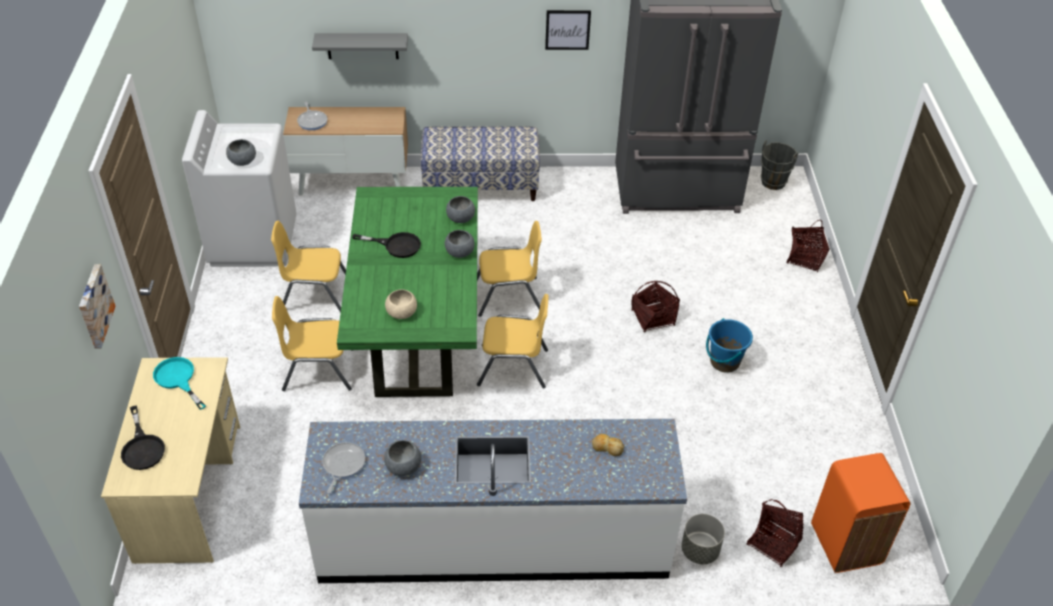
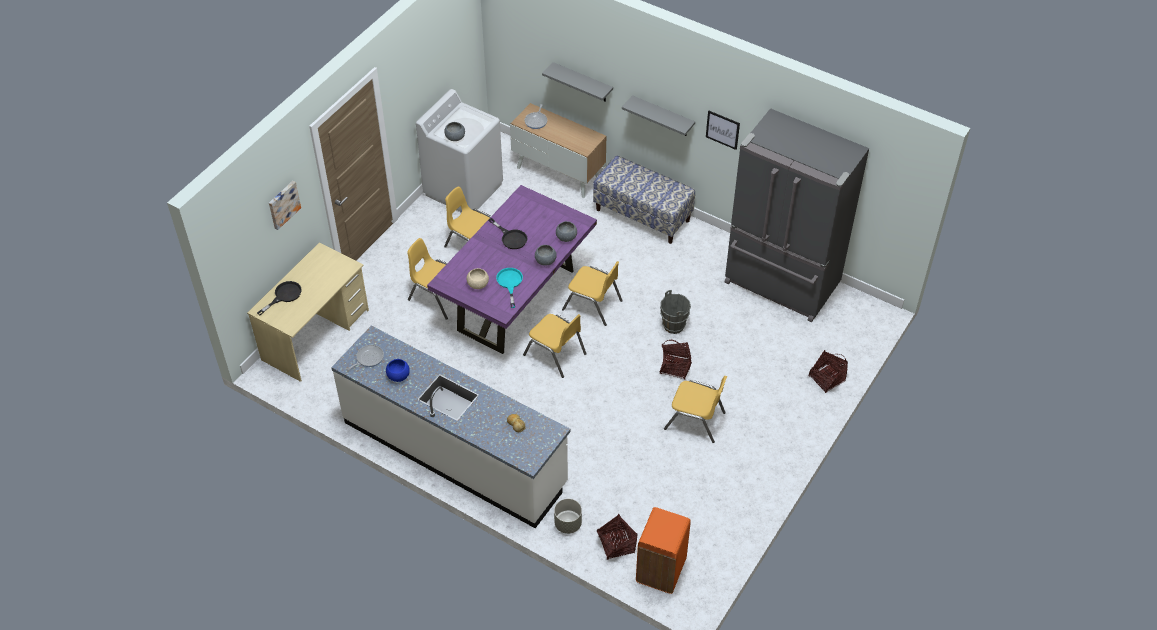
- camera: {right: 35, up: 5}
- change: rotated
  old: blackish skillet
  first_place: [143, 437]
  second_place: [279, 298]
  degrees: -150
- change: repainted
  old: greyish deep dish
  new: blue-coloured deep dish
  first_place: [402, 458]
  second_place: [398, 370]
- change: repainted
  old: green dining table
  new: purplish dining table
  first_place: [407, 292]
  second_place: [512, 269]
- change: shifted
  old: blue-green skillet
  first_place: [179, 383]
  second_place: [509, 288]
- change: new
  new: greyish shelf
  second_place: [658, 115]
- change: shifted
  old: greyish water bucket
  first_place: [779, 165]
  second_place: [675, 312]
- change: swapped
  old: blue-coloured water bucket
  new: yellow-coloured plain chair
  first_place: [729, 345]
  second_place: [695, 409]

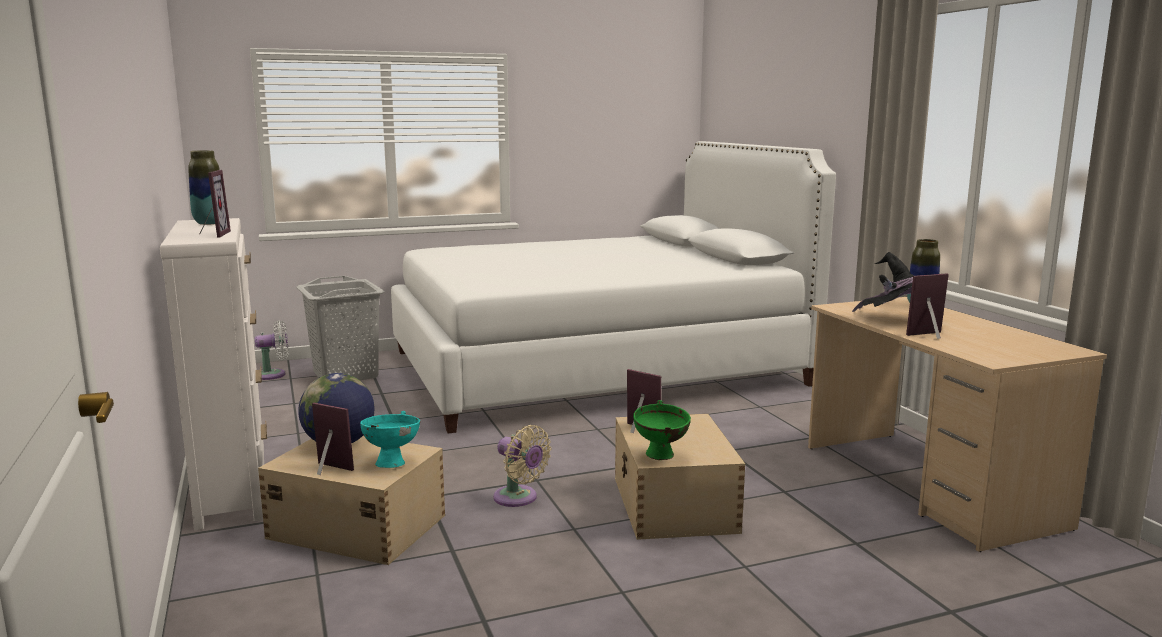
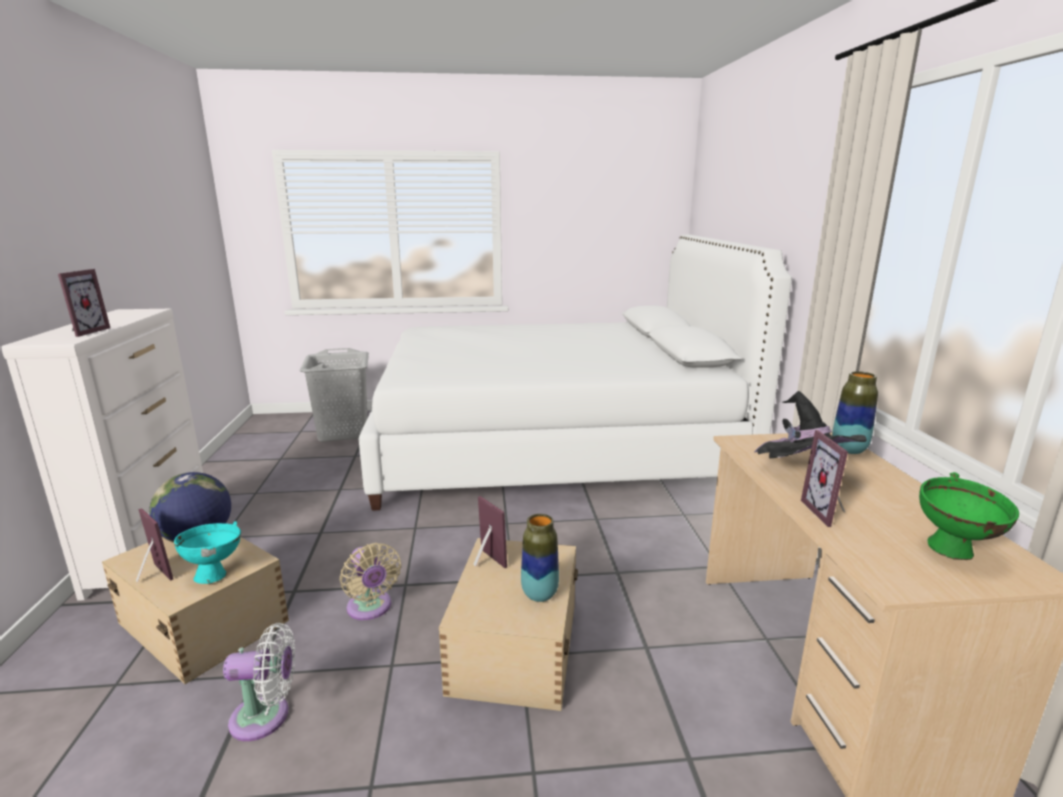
- camera: {right: 15, up: 5}
- change: shifted
  old: white cooling fan
  first_place: [271, 350]
  second_place: [259, 682]
- change: shifted
  old: decorative vase
  first_place: [204, 187]
  second_place: [540, 558]
- change: rotated
  old: standing frame
  first_place: [927, 306]
  second_place: [824, 478]
  degrees: -90
- change: shifted
  old: green deep dish
  first_place: [662, 430]
  second_place: [969, 516]

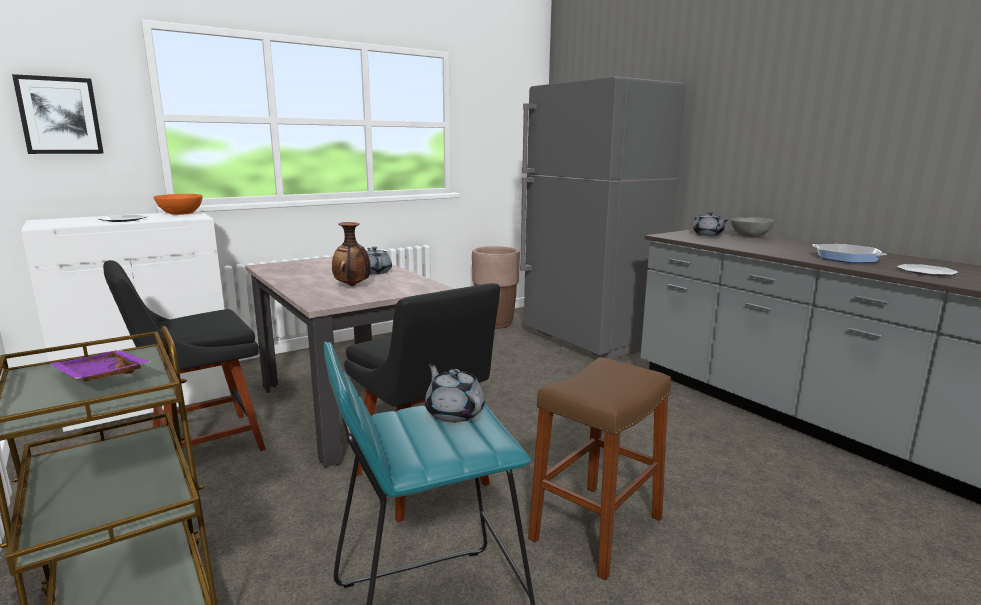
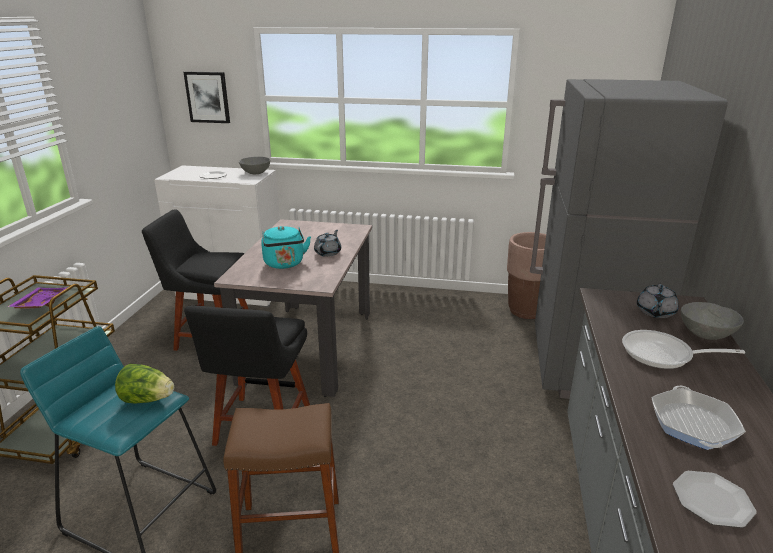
- camera: {right: 45, up: 10}
- change: swapped
  old: greyish pot for tea
  new: lettuce head
  first_place: [455, 393]
  second_place: [144, 384]
- change: repainted
  old: orangey deep dish
  new: greyish deep dish
  first_place: [178, 204]
  second_place: [254, 165]
- change: swapped
  old: decorative vase
  new: blue-green kettle
  first_place: [351, 254]
  second_place: [286, 247]
- change: new
  new: skillet
  second_place: [683, 349]

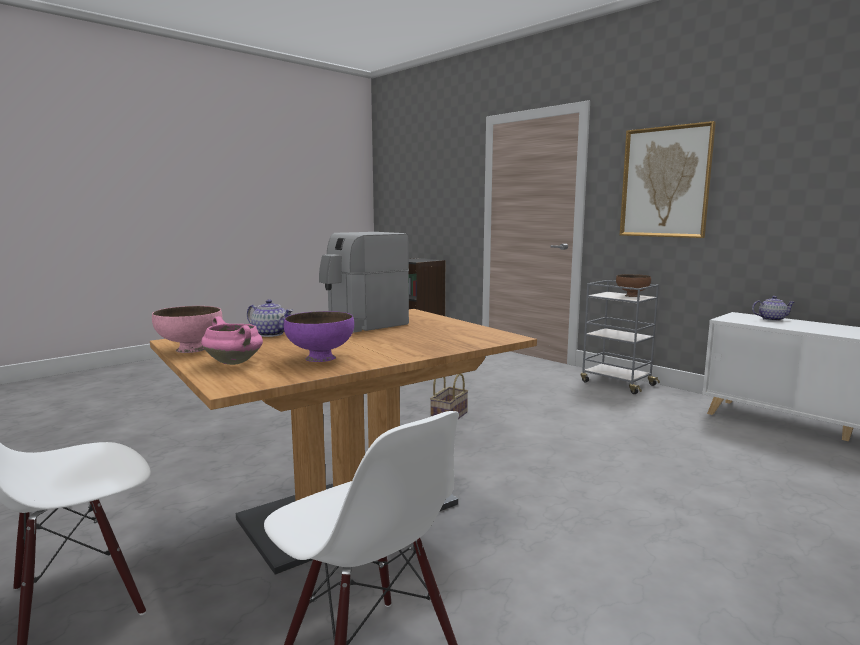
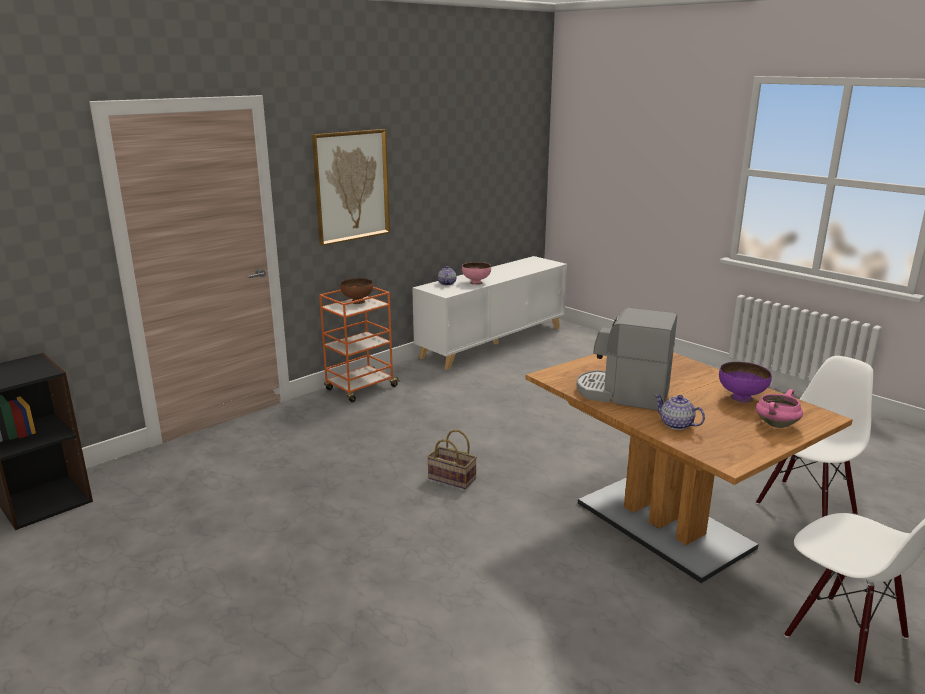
- camera: {right: -90, up: 10}
- change: repainted
  old: greyish trolley
  new: orangey trolley
  first_place: [620, 337]
  second_place: [359, 344]
- change: shifted
  old: pink-coloured deep dish
  first_place: [187, 329]
  second_place: [476, 273]
- change: rotated
  old: coffee maker
  first_place: [364, 282]
  second_place: [627, 359]
  degrees: 150
- change: rotated
  old: pot for tea
  first_place: [270, 318]
  second_place: [679, 412]
  degrees: -75

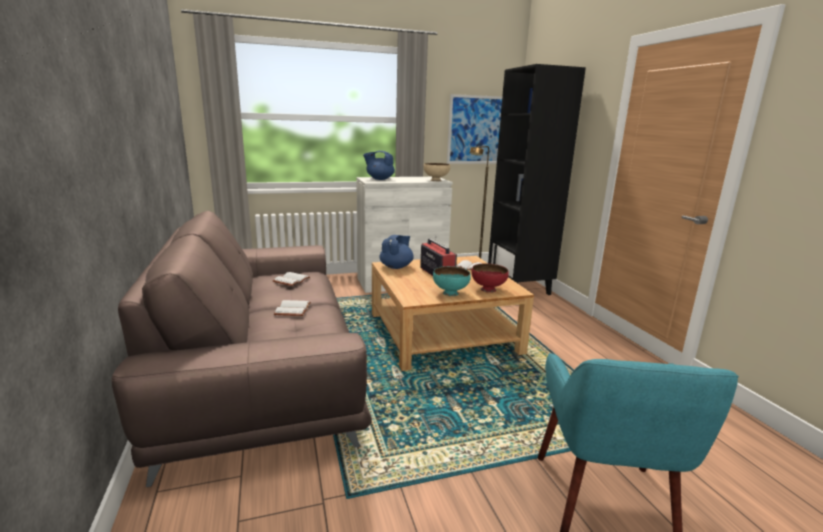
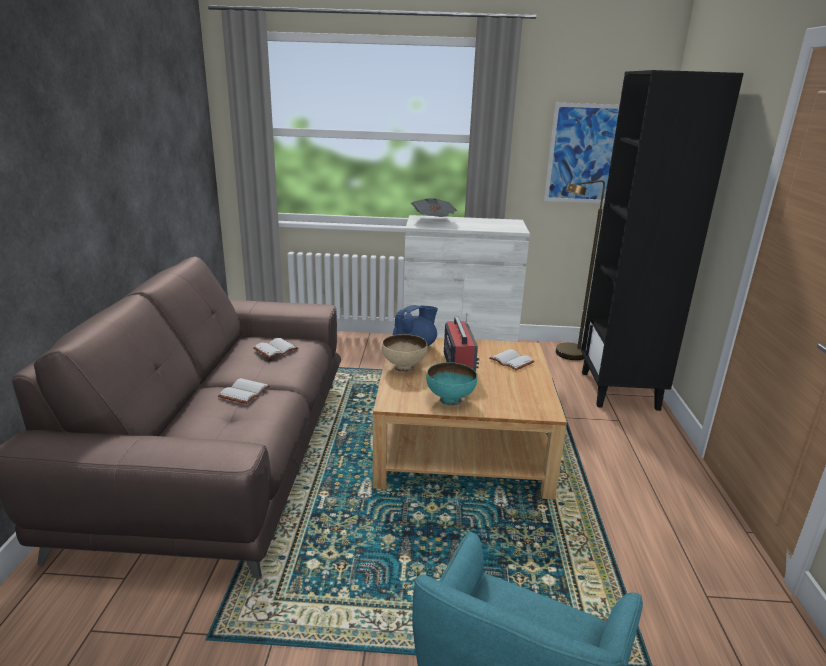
- camera: {right: 20, up: 5}
- change: shifted
  old: beige-coloured deep dish
  first_place: [436, 172]
  second_place: [405, 353]
- change: swapped
  old: blue-coloured pot for tea
  new: daily paper
  first_place: [379, 165]
  second_place: [434, 207]
- change: gone
  old: reddish deep dish
  first_place: [490, 278]

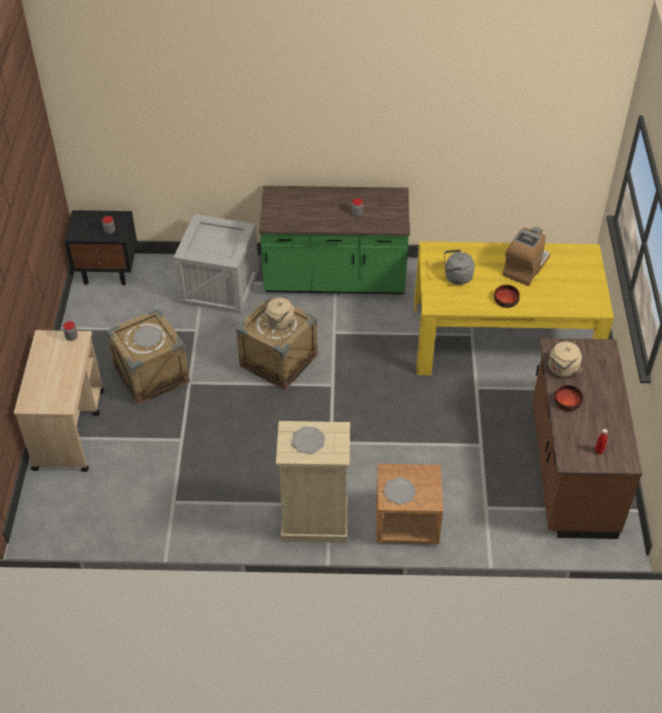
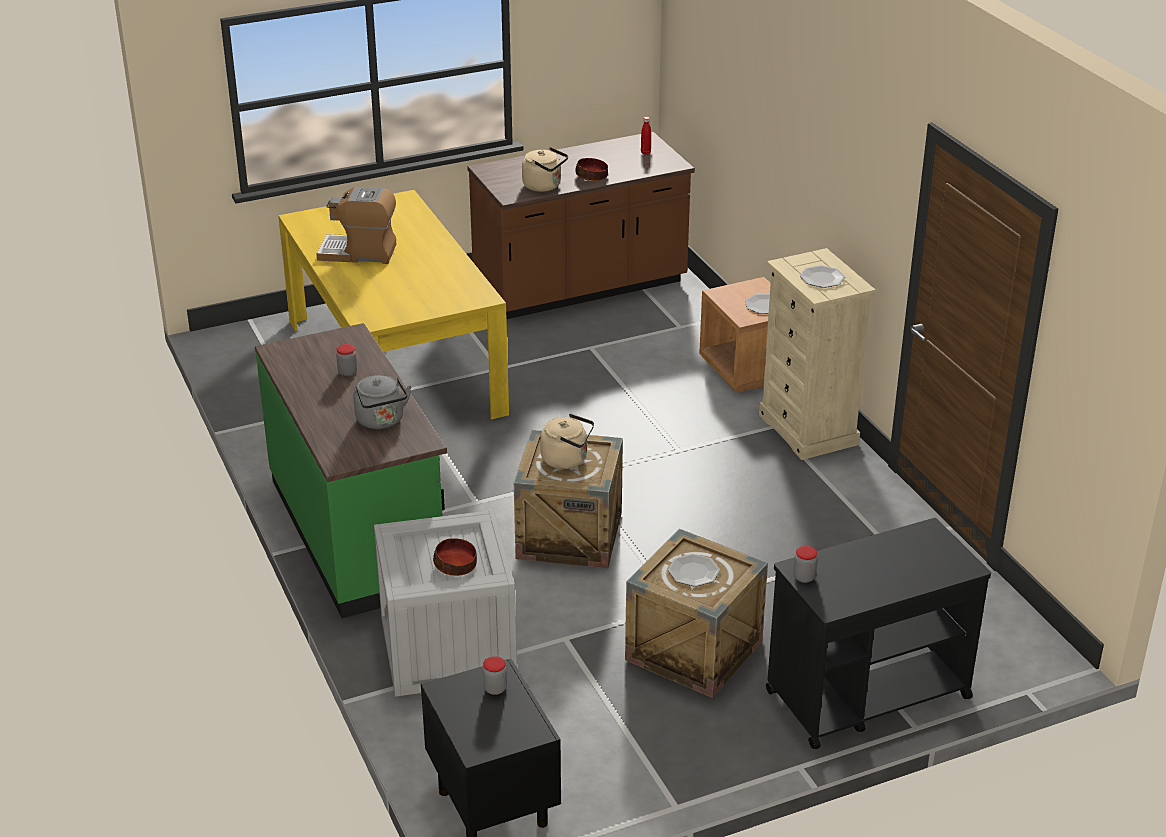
- camera: {right: -115, up: -15}
- change: shifted
  old: greyish kettle
  first_place: [459, 267]
  second_place: [382, 402]
- change: shifted
  old: deep dish
  first_place: [507, 296]
  second_place: [455, 557]
- change: repainted
  old: beige-coloured trolley
  new: blackish trolley
  first_place: [59, 401]
  second_place: [878, 633]

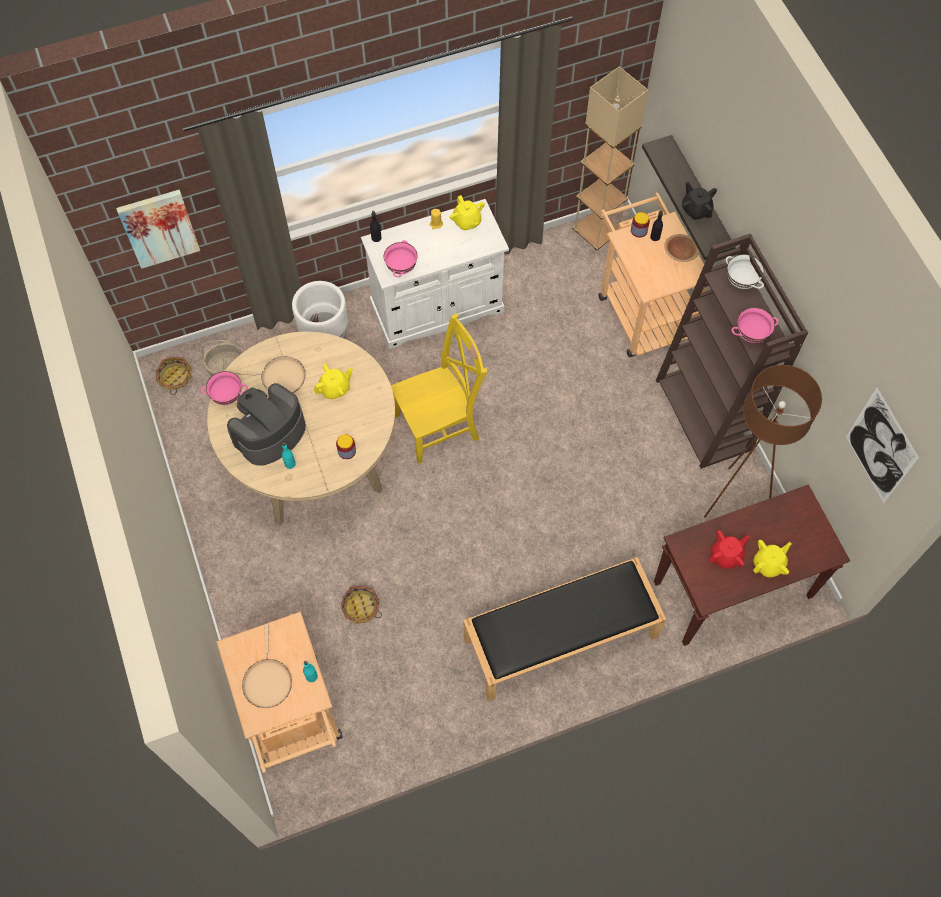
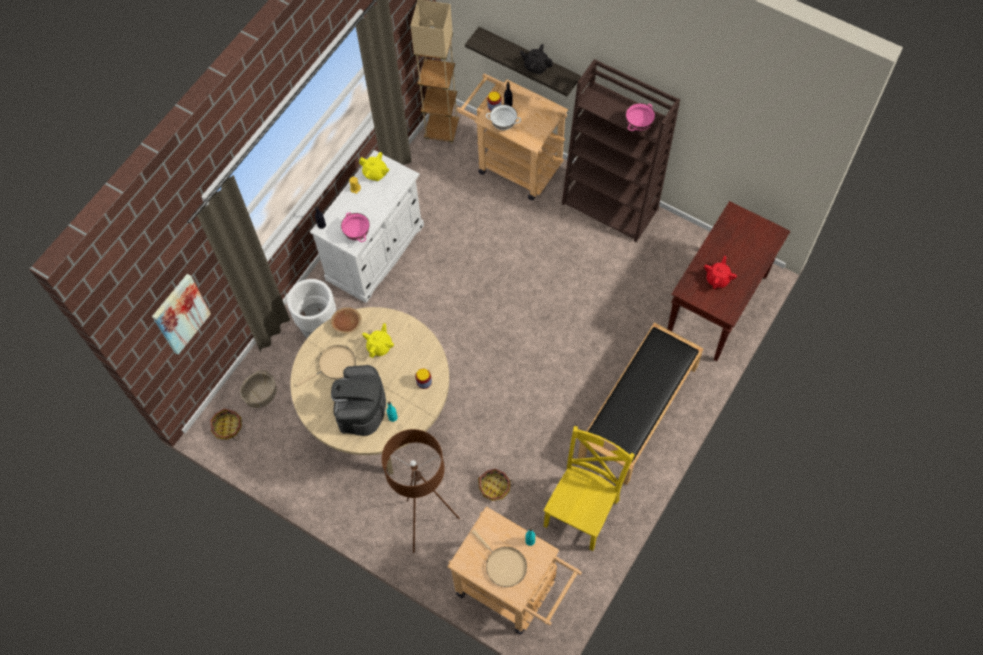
- camera: {right: -35, up: 0}
- change: shifted
  old: brown deep dish
  first_place: [681, 248]
  second_place: [346, 320]
- change: shifted
  old: brown standard lamp
  first_place: [763, 441]
  second_place: [421, 491]
- change: shifted
  old: white deep dish
  first_place: [745, 271]
  second_place: [503, 117]
- change: shifted
  old: yellow-coloured plain chair
  first_place: [439, 388]
  second_place: [589, 488]
- change: gone
  old: pink-coloured deep dish
  first_place: [224, 388]
- change: gone
  old: yellow-coloured pot for tea
  first_place: [772, 558]
- change: gone
  old: wall picture
  first_place: [882, 445]

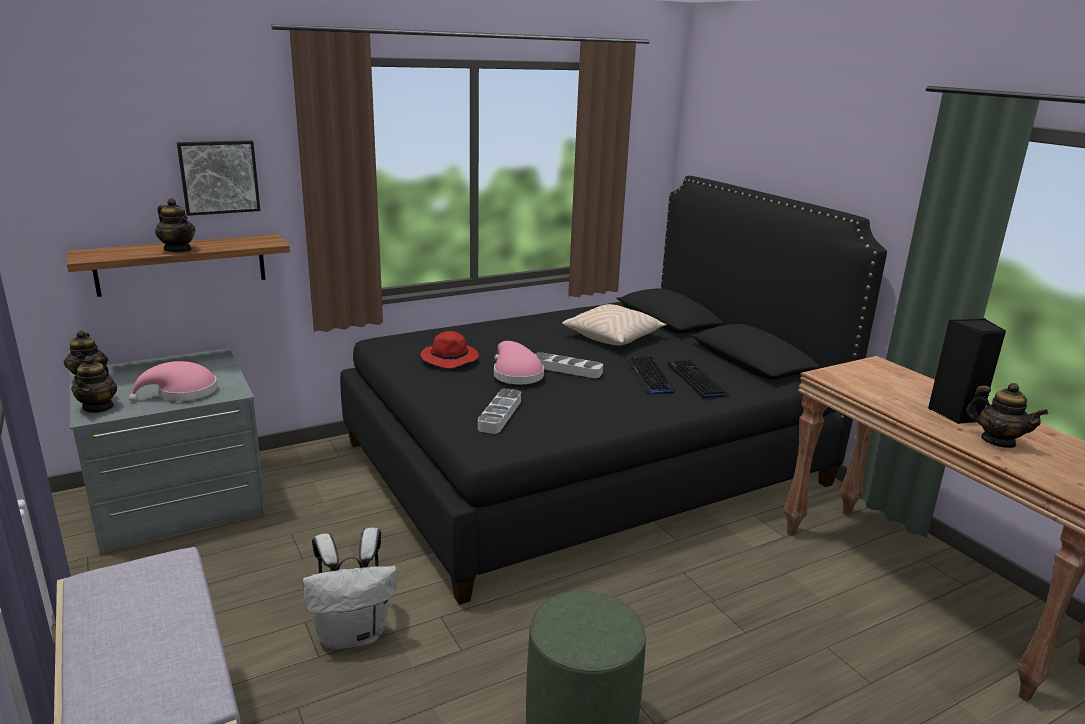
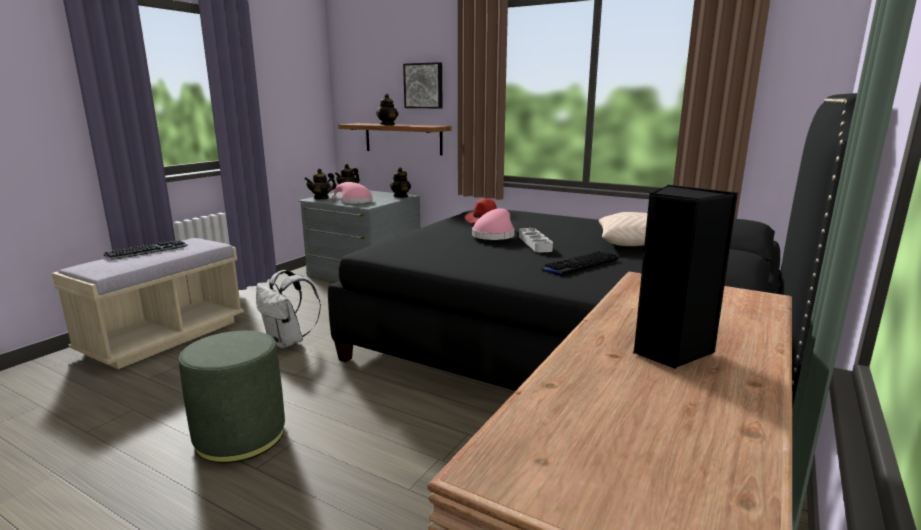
- camera: {right: 60, up: -5}
- change: shifted
  old: keyboard
  first_place: [698, 379]
  second_place: [145, 250]
- change: shifted
  old: pot for tea
  first_place: [1007, 415]
  second_place: [400, 183]
- change: gone
  old: greyish serving tray
  first_place: [499, 411]

